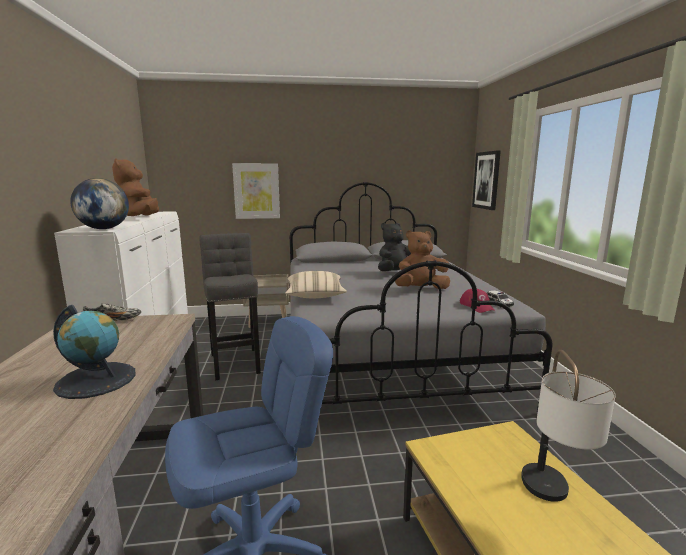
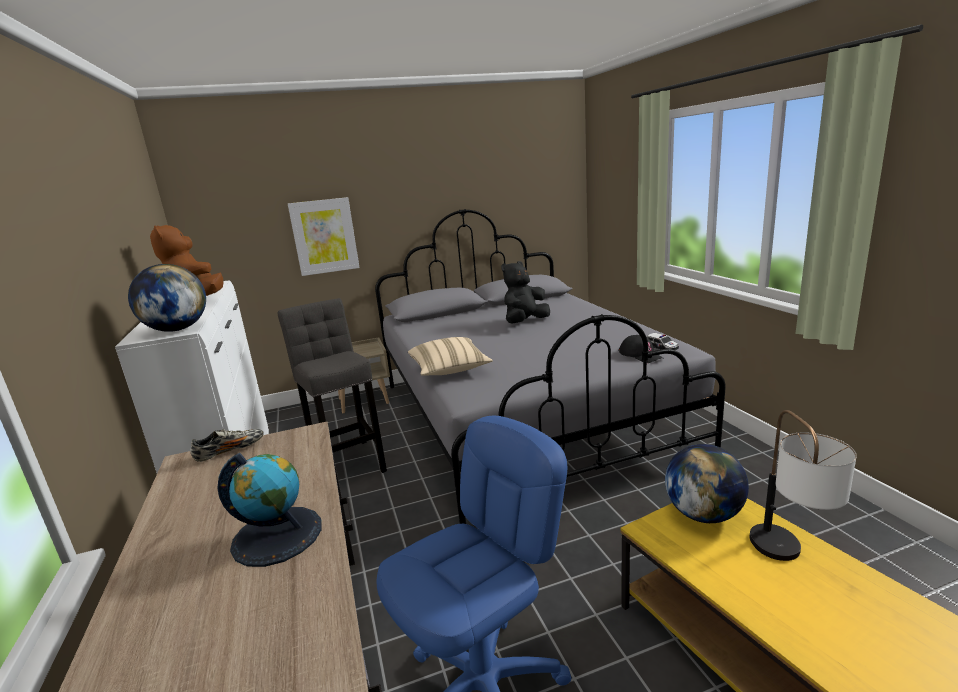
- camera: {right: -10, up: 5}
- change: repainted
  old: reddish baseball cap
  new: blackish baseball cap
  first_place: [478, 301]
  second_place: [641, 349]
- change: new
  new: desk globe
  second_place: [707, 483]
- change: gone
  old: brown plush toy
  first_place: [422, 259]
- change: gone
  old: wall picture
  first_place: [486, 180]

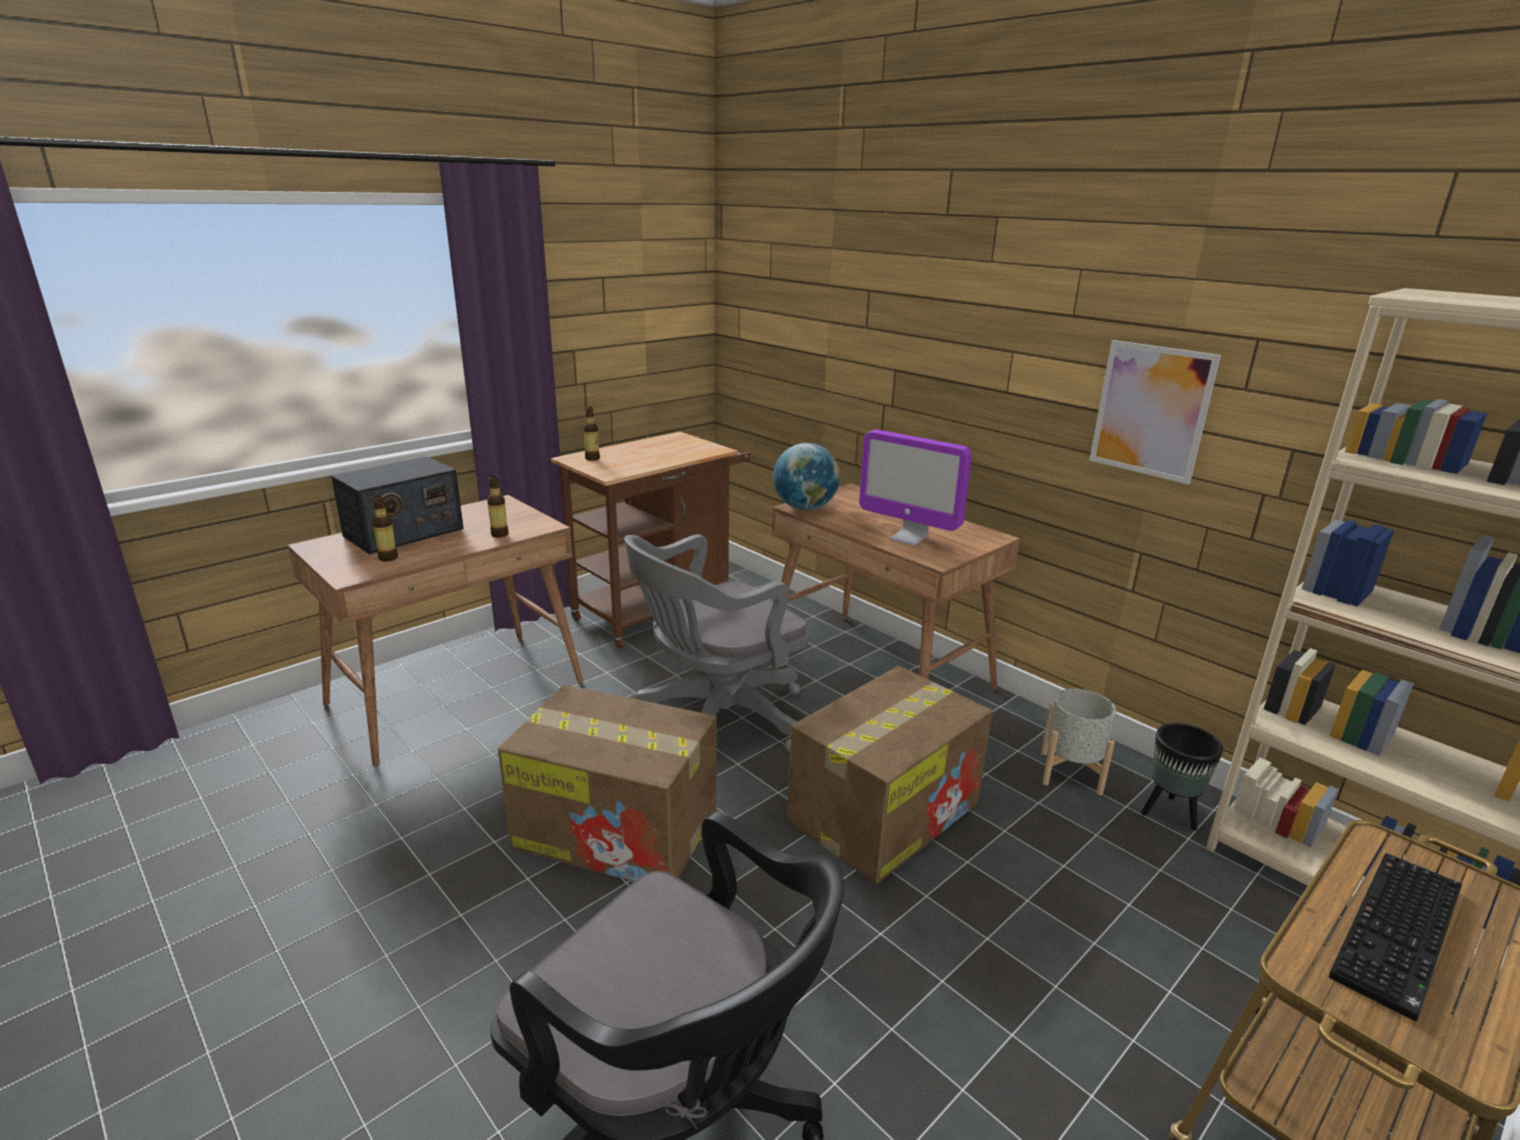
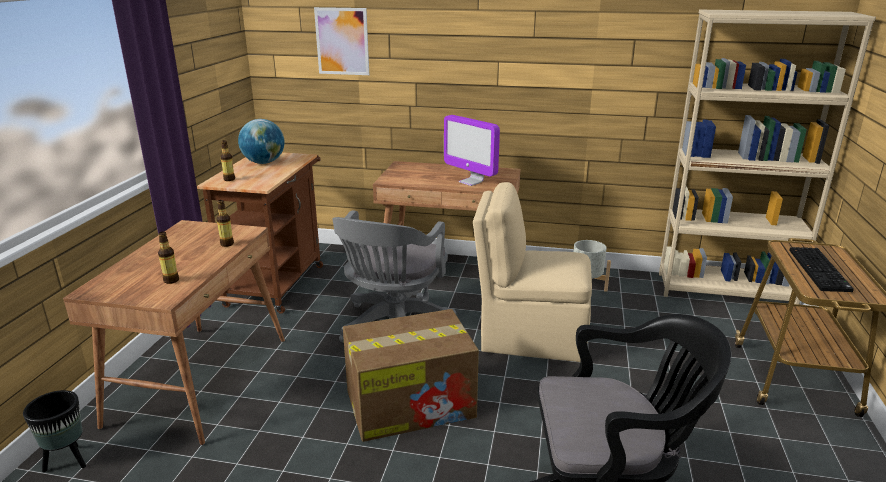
- camera: {right: -35, up: 0}
- change: shifted
  old: blackish plant pot
  first_place: [1182, 777]
  second_place: [54, 431]
- change: shifted
  old: desk globe
  first_place: [806, 476]
  second_place: [261, 141]
- change: shifted
  old: wall picture
  first_place: [1155, 412]
  second_place: [341, 41]
- change: rotated
  old: computer display
  first_place: [915, 488]
  second_place: [472, 150]
  degrees: 45
- change: swapped
  old: cardboard box
  new: beige-coloured plain chair
  first_place: [889, 775]
  second_place: [532, 272]
- change: gone
  old: radio receiver
  first_place: [397, 505]

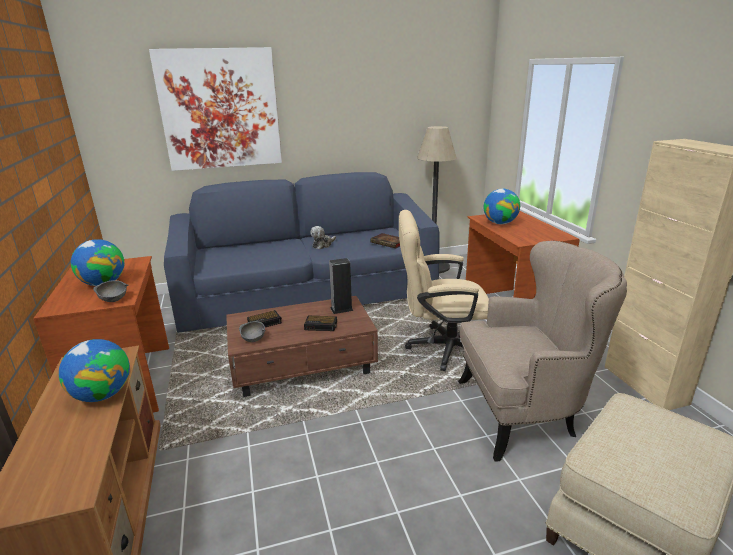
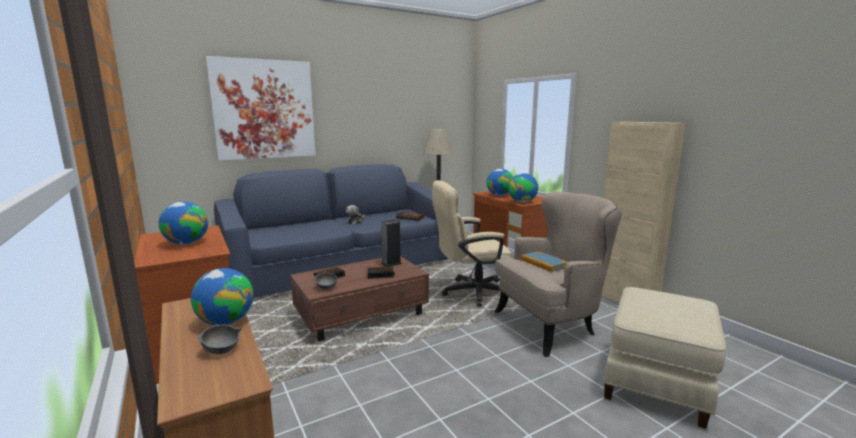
- camera: {right: -15, up: -10}
- change: shifted
  old: greyish deep dish
  first_place: [110, 291]
  second_place: [220, 339]
- change: new
  new: desk globe
  second_place: [523, 188]
- change: new
  new: volume
  second_place: [544, 261]

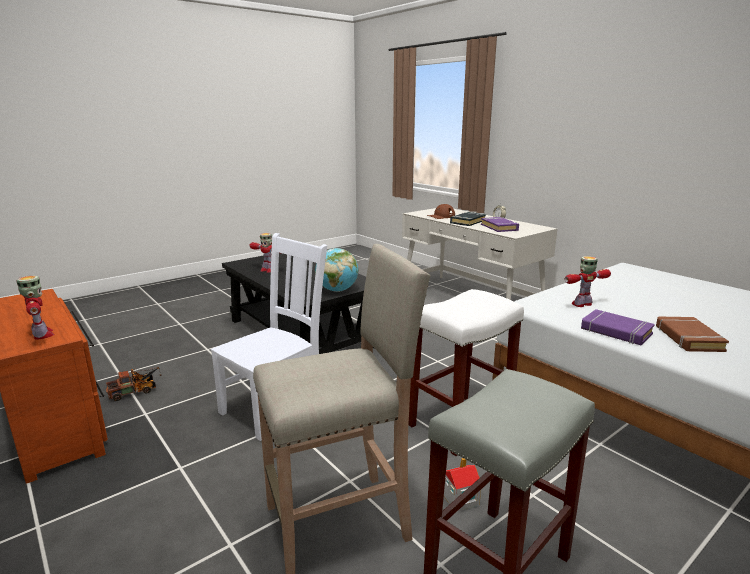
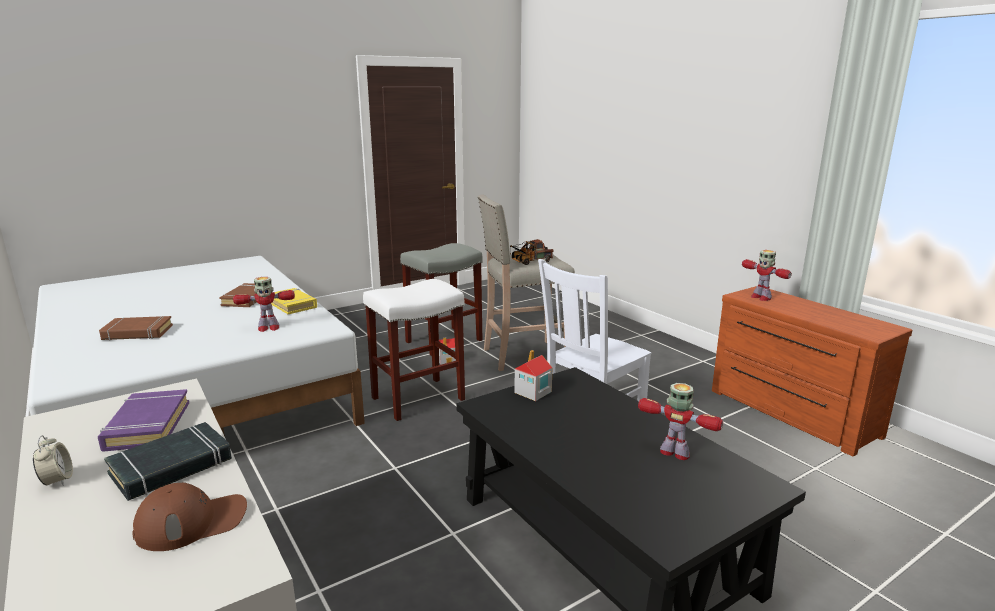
- camera: {right: -175, up: 0}
- change: new
  new: brown volume
  second_place: [136, 328]
- change: repainted
  old: purplish volume
  new: yellow-coloured volume
  first_place: [618, 327]
  second_place: [294, 301]
- change: shifted
  old: toy truck
  first_place: [134, 384]
  second_place: [532, 252]
- change: swapped
  old: desk globe
  new: toy house
  first_place: [336, 270]
  second_place: [533, 375]

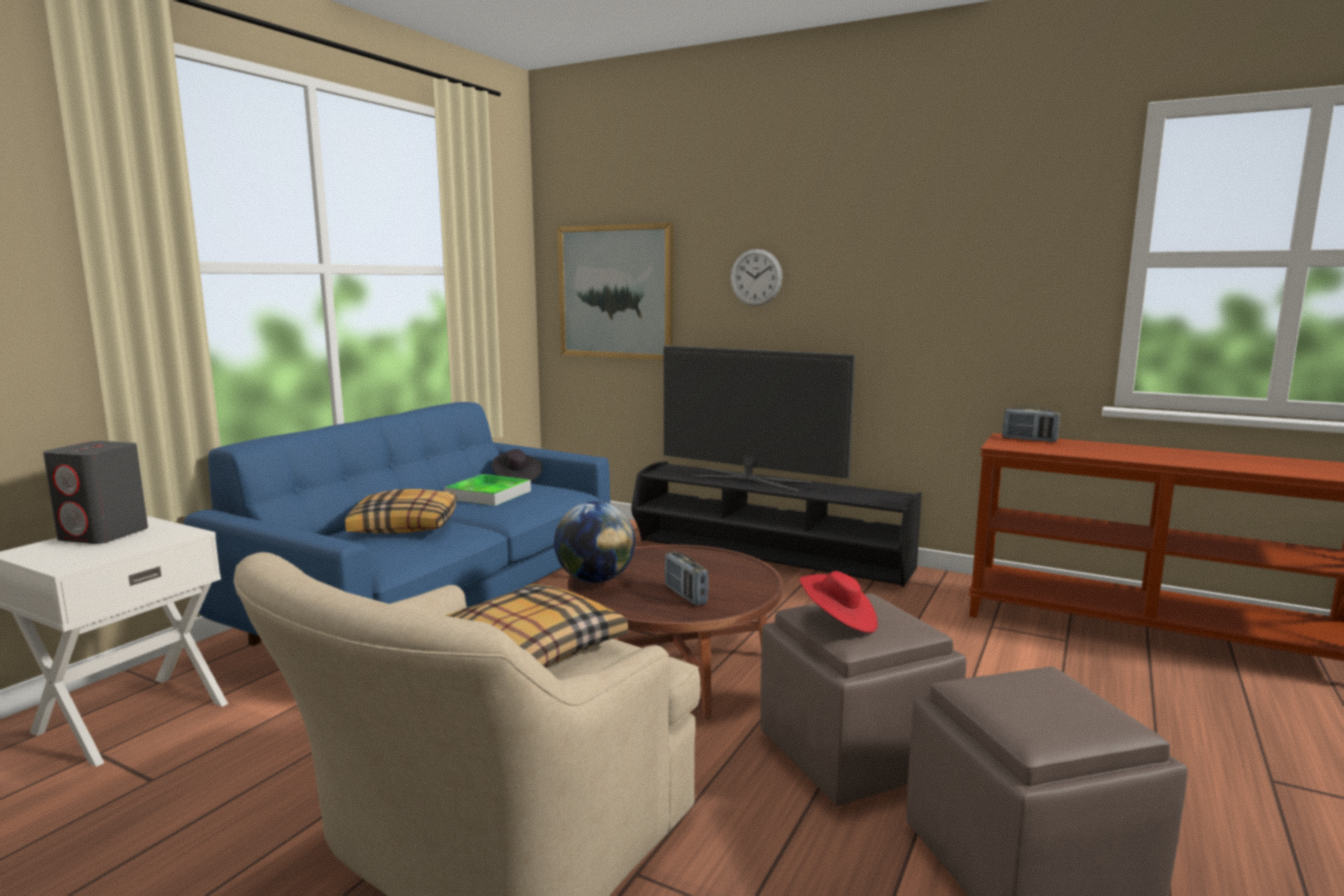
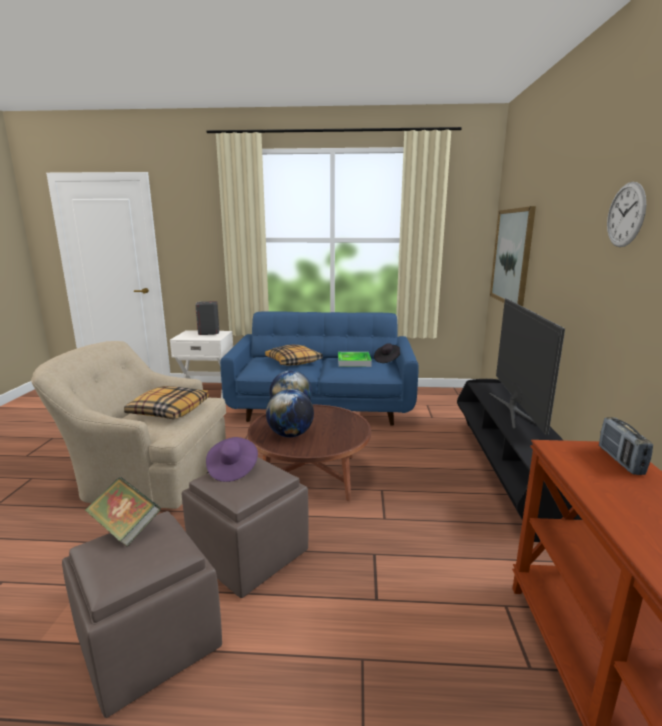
- camera: {right: 65, up: 5}
- change: new
  new: volume
  second_place: [122, 512]
- change: repainted
  old: reddish clothing hat
  new: purplish clothing hat
  first_place: [839, 602]
  second_place: [232, 459]
- change: swapped
  old: radio receiver
  new: desk globe
  first_place: [687, 578]
  second_place: [290, 413]
- change: shifted
  old: wall clock
  first_place: [756, 277]
  second_place: [626, 214]

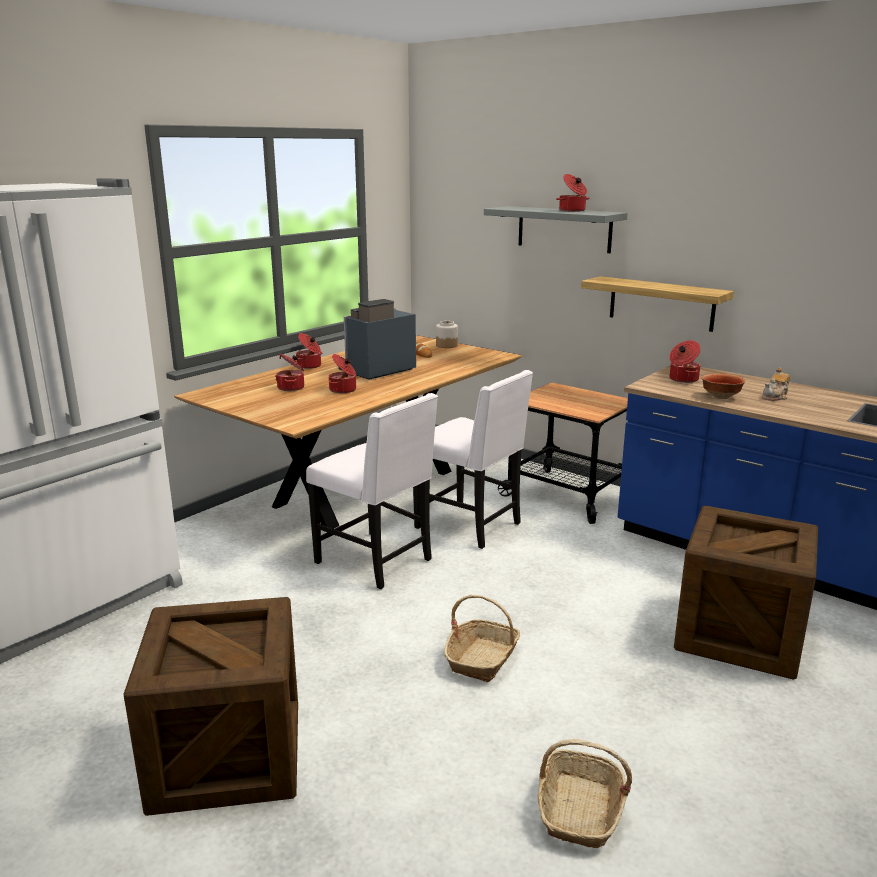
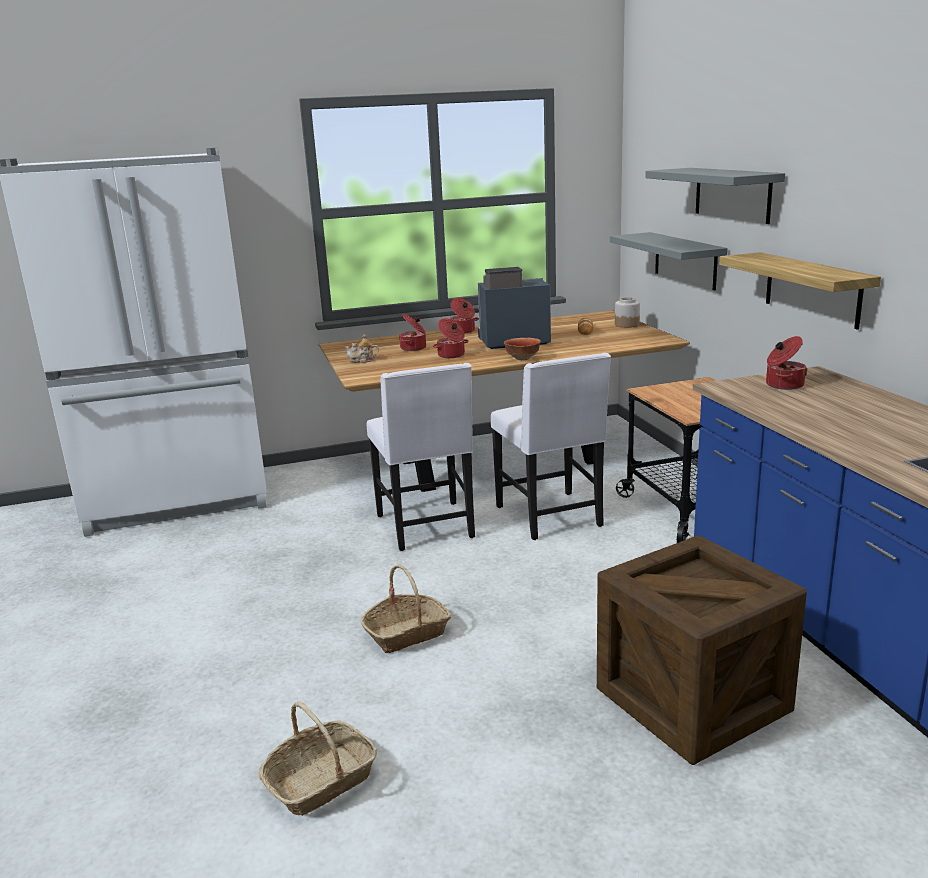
- camera: {right: 35, up: 0}
- change: shifted
  old: pot for tea
  first_place: [776, 384]
  second_place: [362, 348]
- change: shifted
  old: deep dish
  first_place: [723, 386]
  second_place: [522, 349]
- change: new
  new: greyish shelf
  second_place: [669, 261]
- change: gone
  old: packing crate
  first_place: [210, 706]
- change: gone
  old: cooking pot
  first_place: [573, 193]

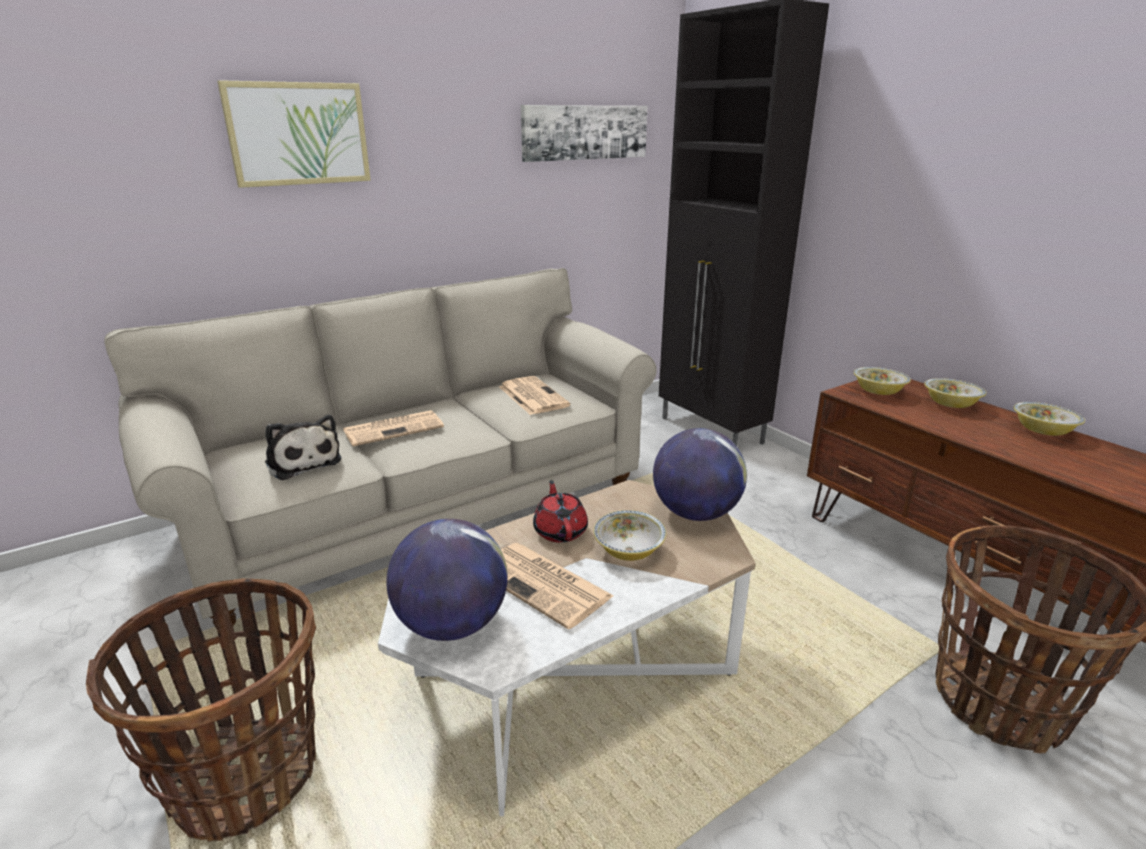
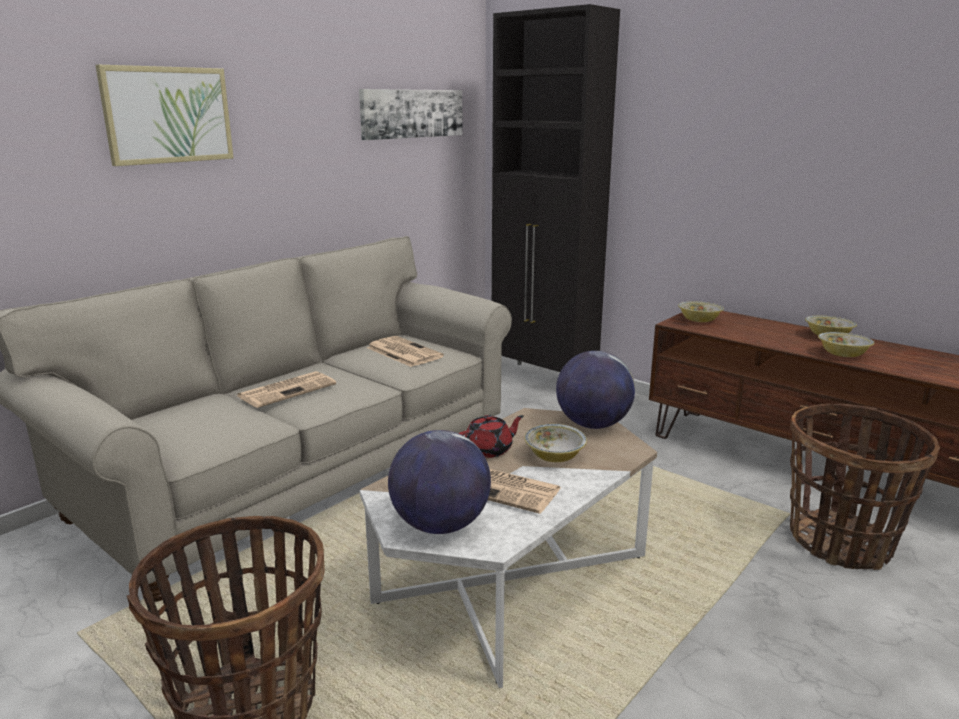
- camera: {right: -15, up: -5}
- change: rotated
  old: reddish pot for tea
  first_place: [560, 511]
  second_place: [491, 436]
  degrees: 90
- change: shifted
  old: deep dish
  first_place: [955, 393]
  second_place: [846, 344]
- change: gone
  old: plush toy
  first_place: [303, 447]

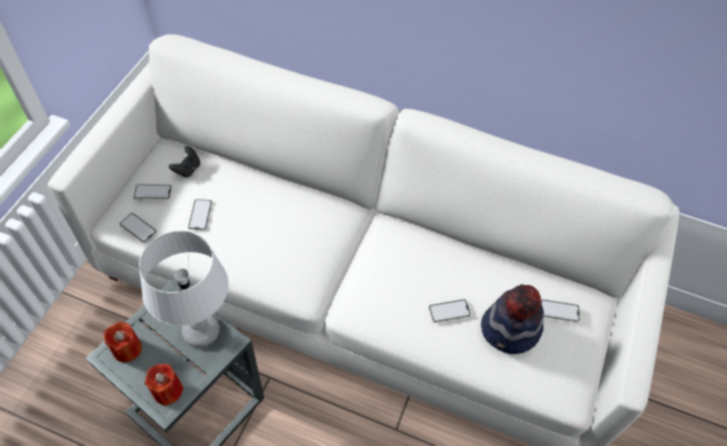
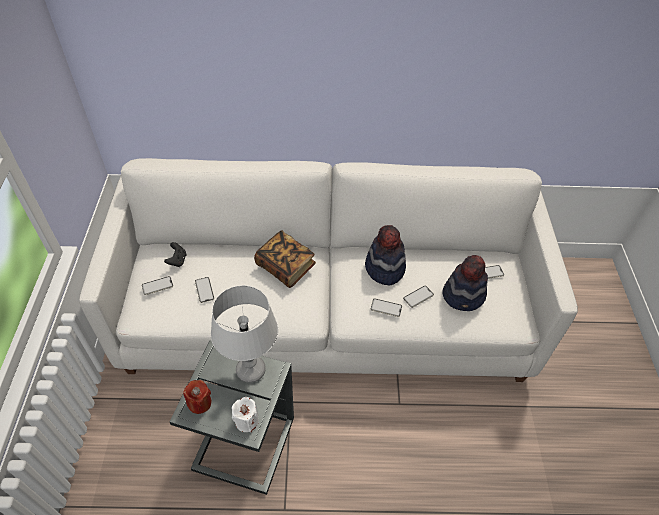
- camera: {right: -20, up: -5}
- change: repainted
  old: reddish candle
  new: white candle
  first_place: [164, 385]
  second_place: [245, 414]
- change: new
  new: volume
  second_place: [285, 259]
- change: new
  new: clothing hat
  second_place: [385, 255]
- change: shifted
  old: telephone
  first_place: [138, 228]
  second_place: [386, 307]

